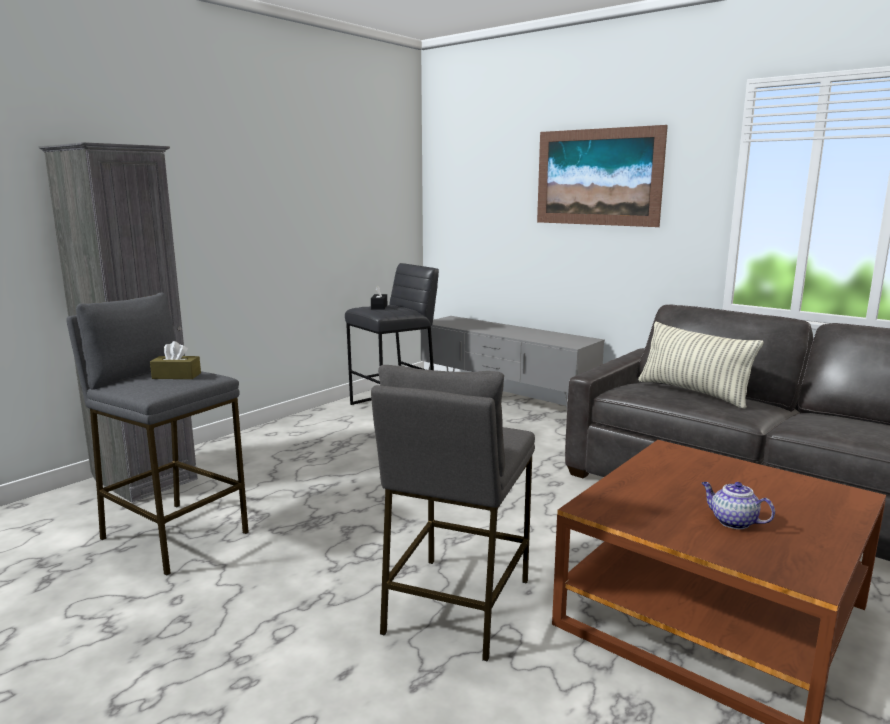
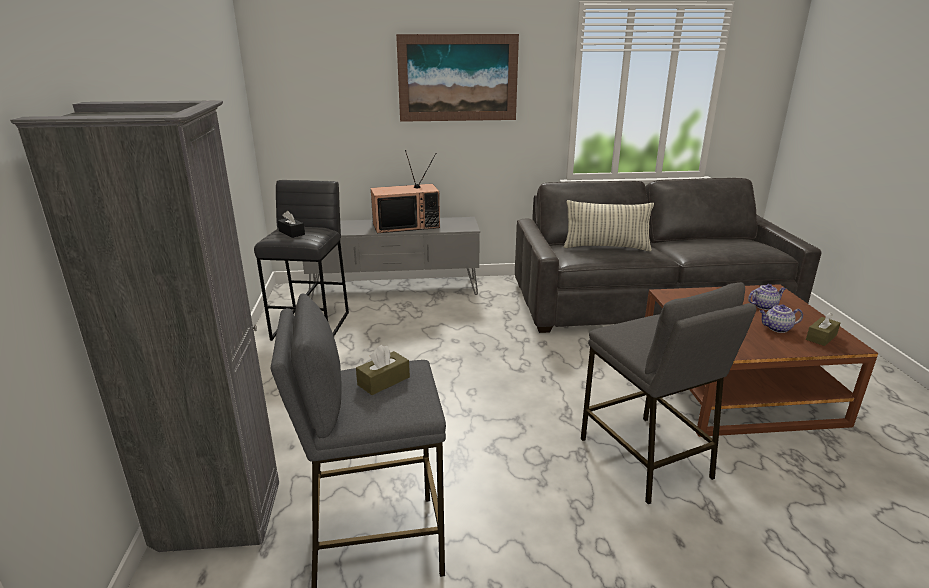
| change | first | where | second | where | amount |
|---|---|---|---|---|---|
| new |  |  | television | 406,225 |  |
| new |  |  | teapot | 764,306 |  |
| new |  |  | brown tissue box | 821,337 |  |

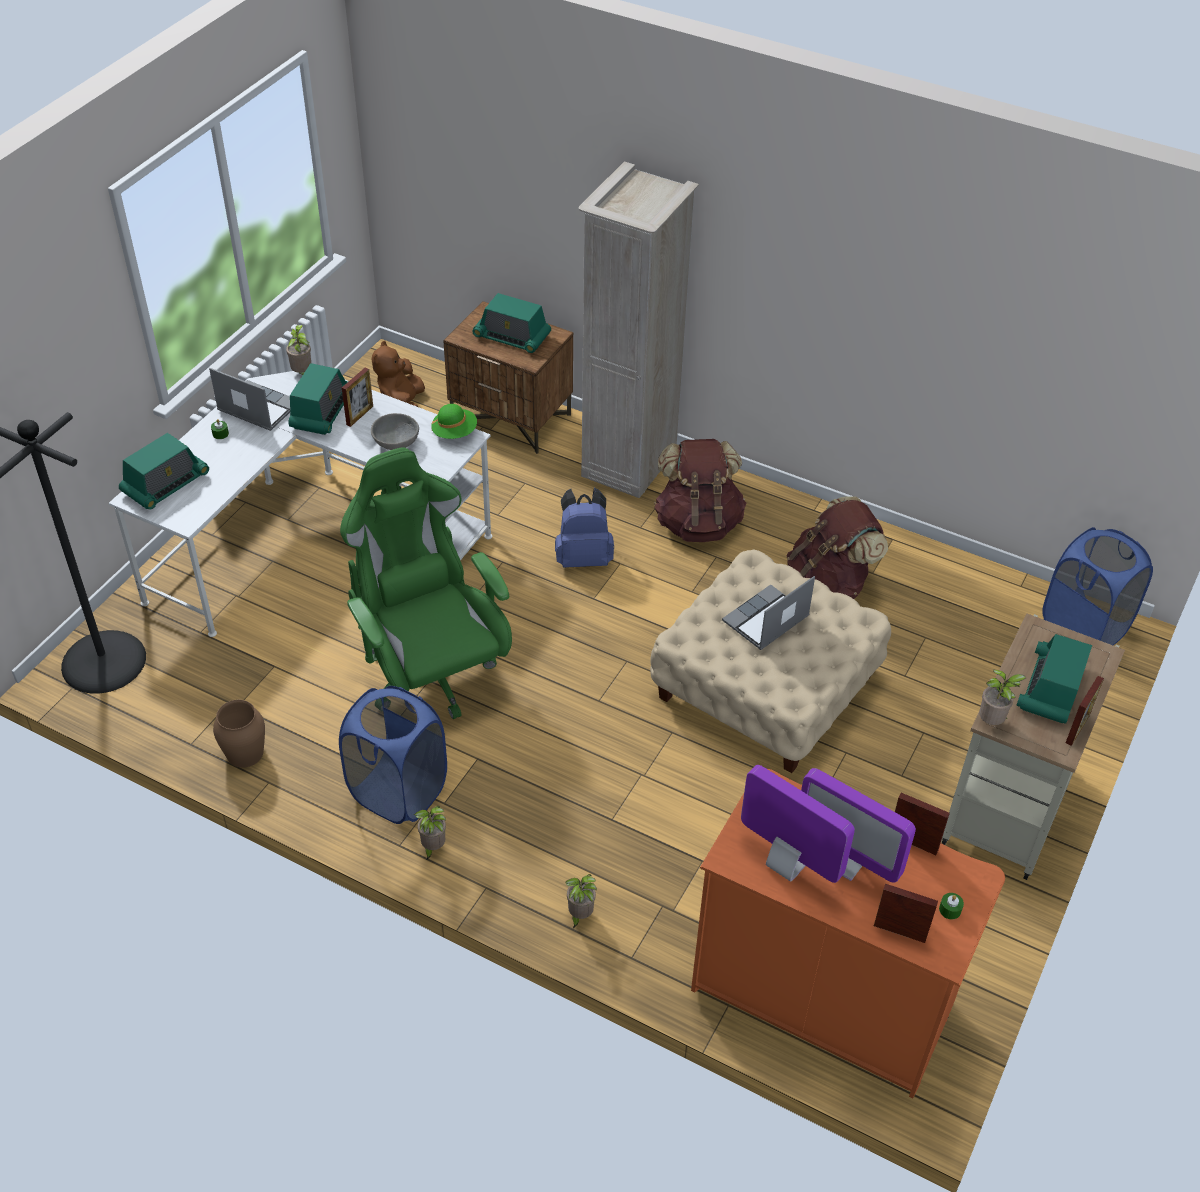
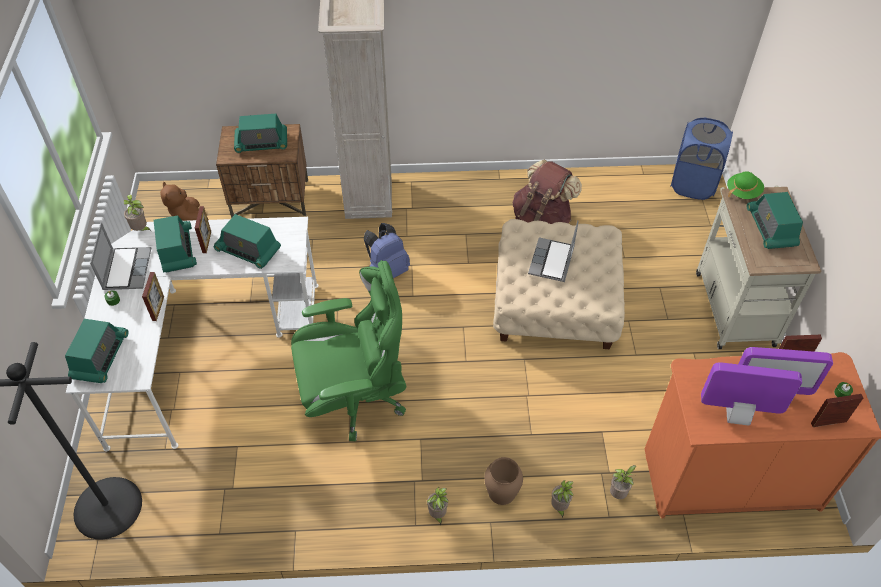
| change | first | where | second | where | amount |
|---|---|---|---|---|---|
| gone | blue laundry basket | 398,791 |  |  |  |
| gone | brown backpack | 698,523 |  |  |  |
| shifted | brown vase | 245,752 |  | 501,491 |  |
| shifted | green hat | 455,432 |  | 743,192 |  |
| shifted | potted plant | 992,722 |  | 618,494 |  |
| shifted | picture frame | 1077,729 |  | 158,308 |  |
| swapped | grey bowl | 396,442 | radio | 248,250 |  |
| rotated | laptop | 257,408 |  | 126,269 | 90 degrees clockwise |
| rotated | green office chair | 433,679 |  | 352,400 | 135 degrees clockwise |

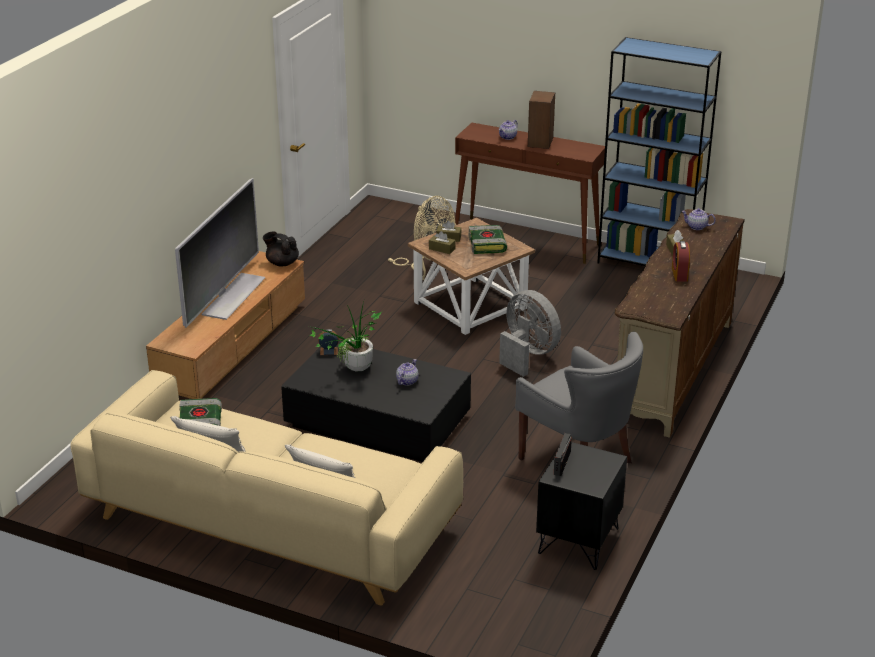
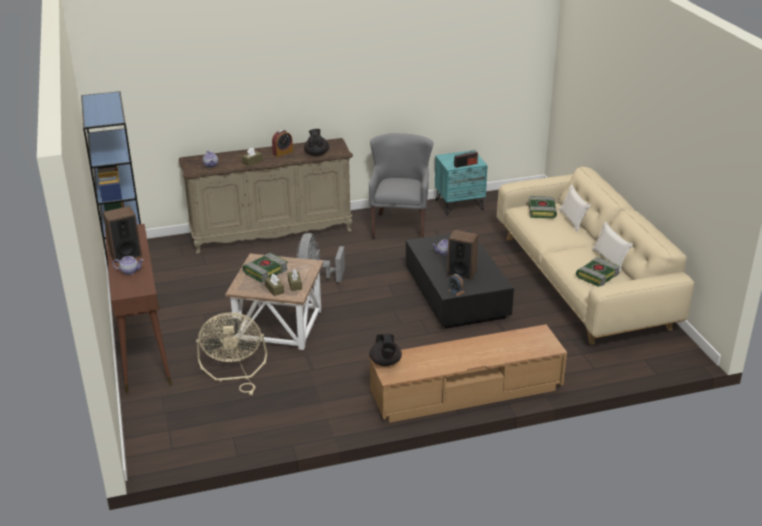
| change | first | where | second | where | amount |
|---|---|---|---|---|---|
| gone | television | 232,296 |  |  |  |
| new |  |  | black teapot | 316,154 |  |
| new |  |  | book | 542,211 |  |
| swapped | potted plant | 353,370 | speaker | 461,273 |  |
| repainted | black nightstand | 579,541 | turquoise nightstand | 459,205 |  |

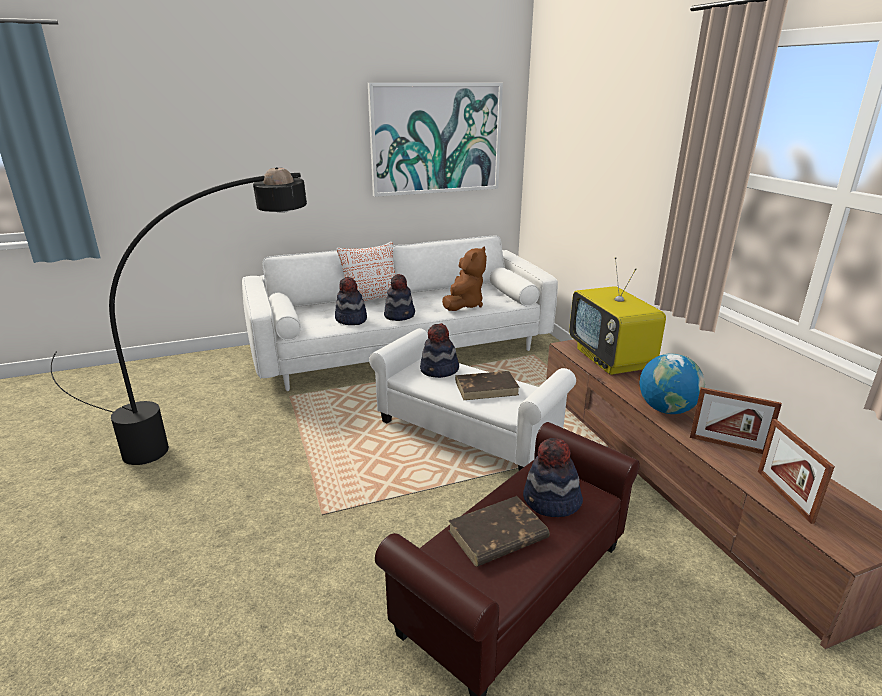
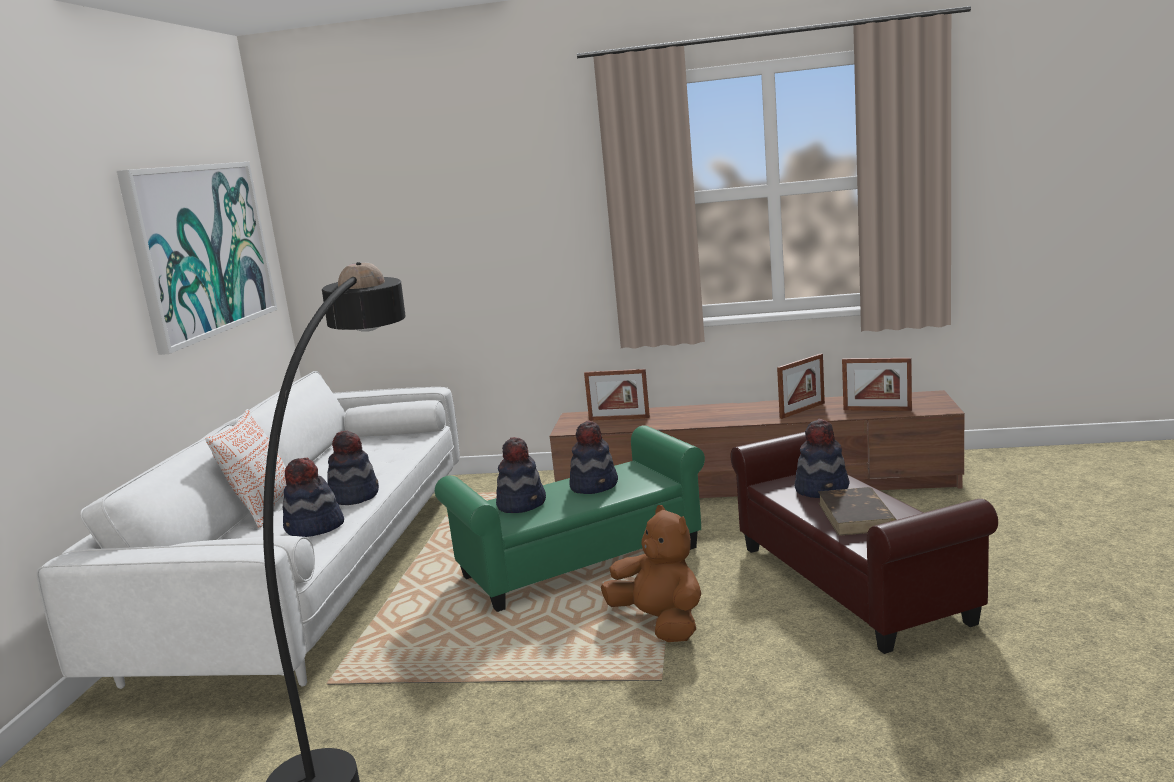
| change | first | where | second | where | amount |
|---|---|---|---|---|---|
| gone | globe | 666,409 |  |  |  |
| shifted | brown plush toy | 464,305 |  | 660,623 |  |
| swapped | brown book | 487,388 | hat | 594,485 |  |
| swapped | television | 611,359 | picture frame | 619,419 |  |
| repainted | white ottoman | 467,432 | green ottoman | 581,562 |  |

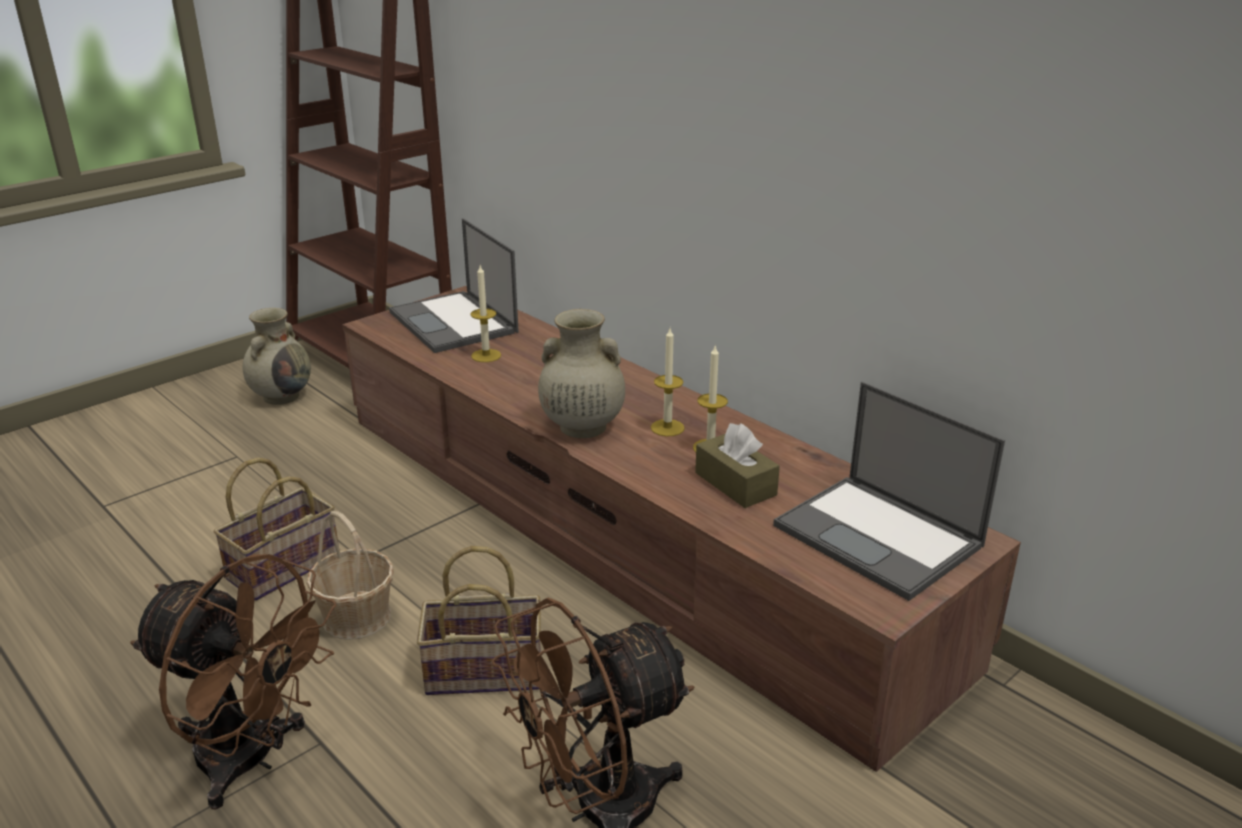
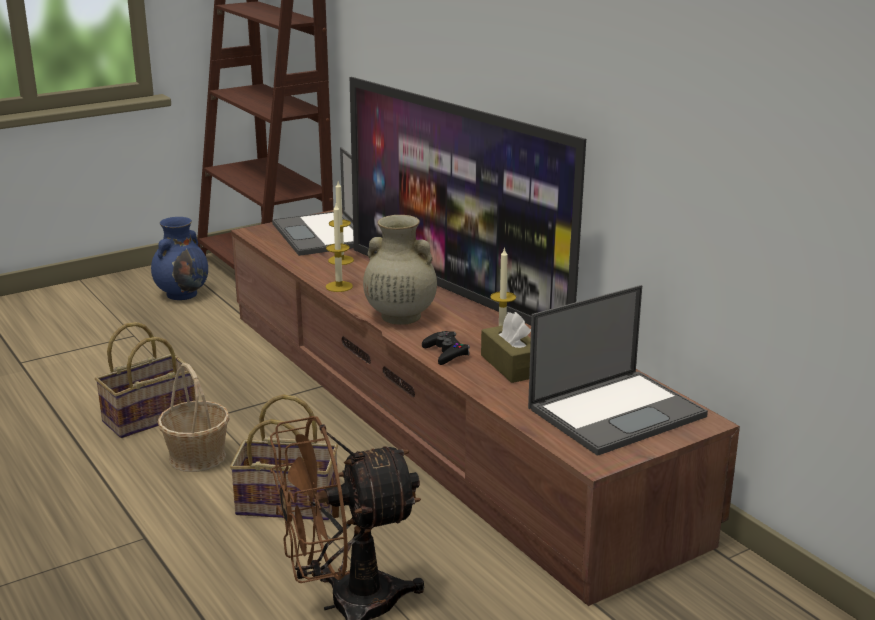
| change | first | where | second | where | amount |
|---|---|---|---|---|---|
| gone | brown fan | 252,760 |  |  |  |
| new |  |  | television | 458,292 |  |
| new |  |  | black game controller | 446,353 |  |
| shifted | candle | 667,428 |  | 339,286 |  |
| repainted | beige vase | 282,396 | blue vase | 182,294 |  |
| rotated | laptop | 880,536 |  | 617,411 | 90 degrees counterclockwise |

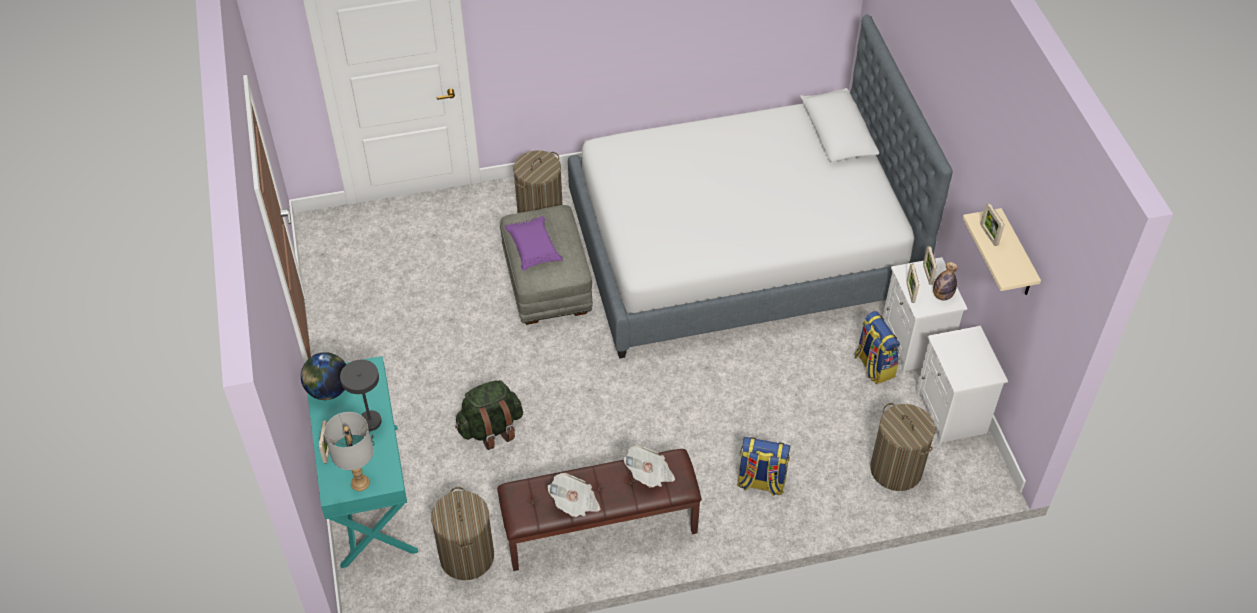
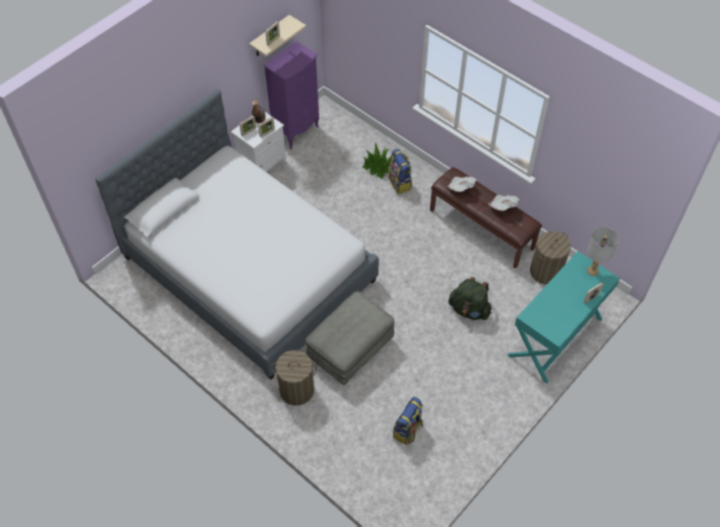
| change | first | where | second | where | amount |
|---|---|---|---|---|---|
| gone | globe | 328,390 |  |  |  |
| gone | grey table lamp | 370,425 |  |  |  |
| gone | purple pillow | 533,246 |  |  |  |
| gone | laundry basket | 896,469 |  |  |  |
| new |  |  | potted plant | 378,166 |  |
| shifted | backpack | 873,366 |  | 408,430 |  |
| swapped | white nightstand | 952,414 | purple dresser | 297,132 |  |

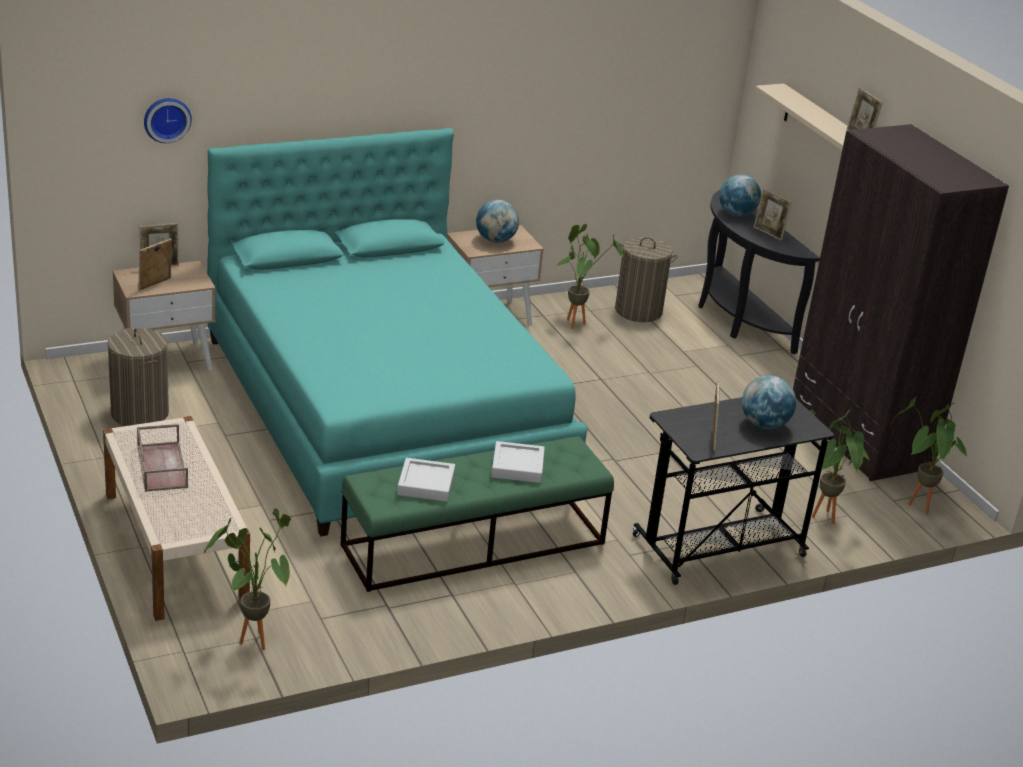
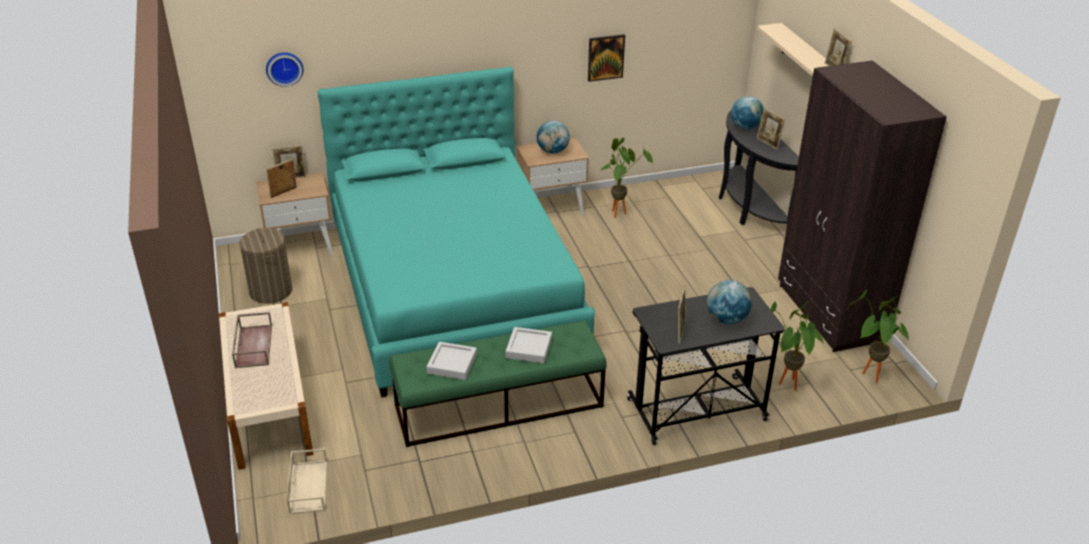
| change | first | where | second | where | amount |
|---|---|---|---|---|---|
| gone | laundry basket | 638,311 |  |  |  |
| new |  |  | picture | 605,57 |  |
| swapped | potted plant | 251,638 | beige tray | 307,486 |  |

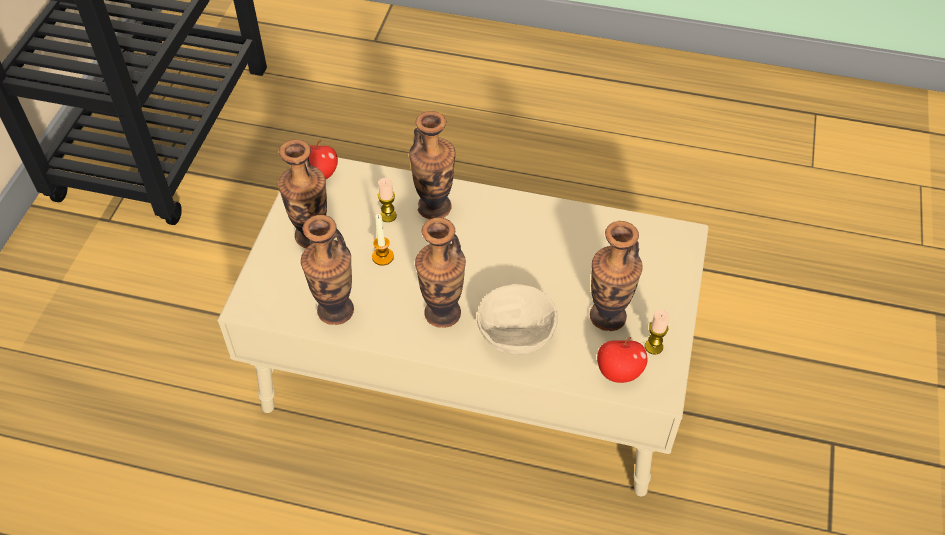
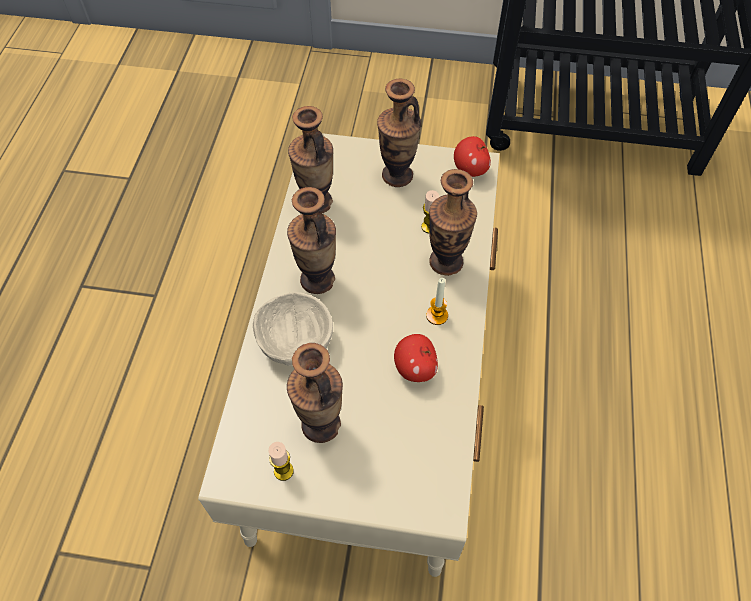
| change | first | where | second | where | amount |
|---|---|---|---|---|---|
| shifted | candle | 383,257 |  | 437,315 |  |
| shifted | apple | 619,372 |  | 415,368 |  |

